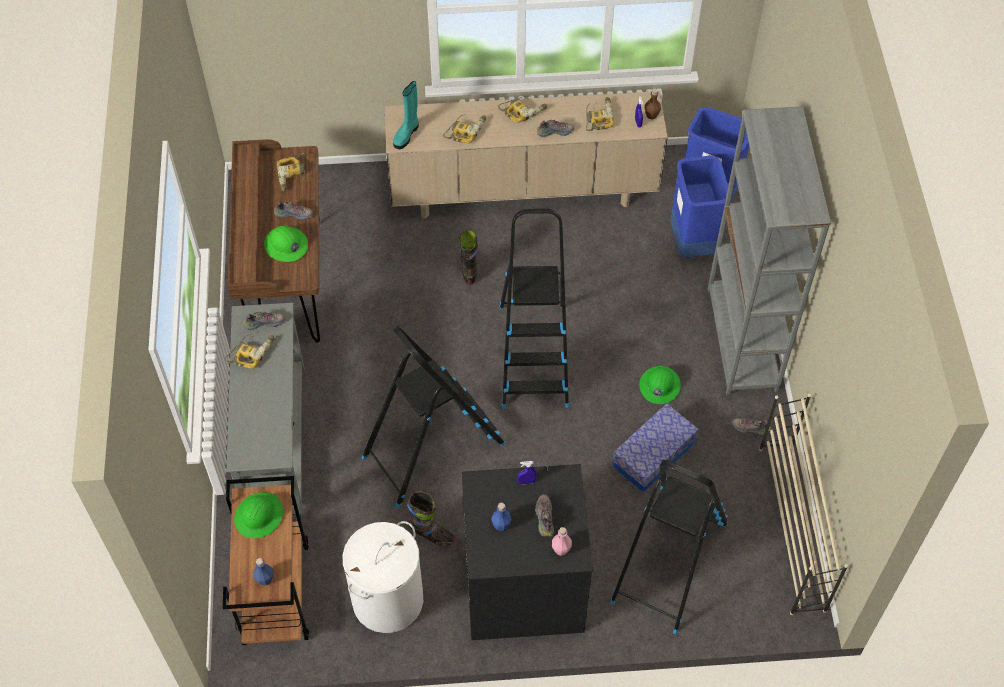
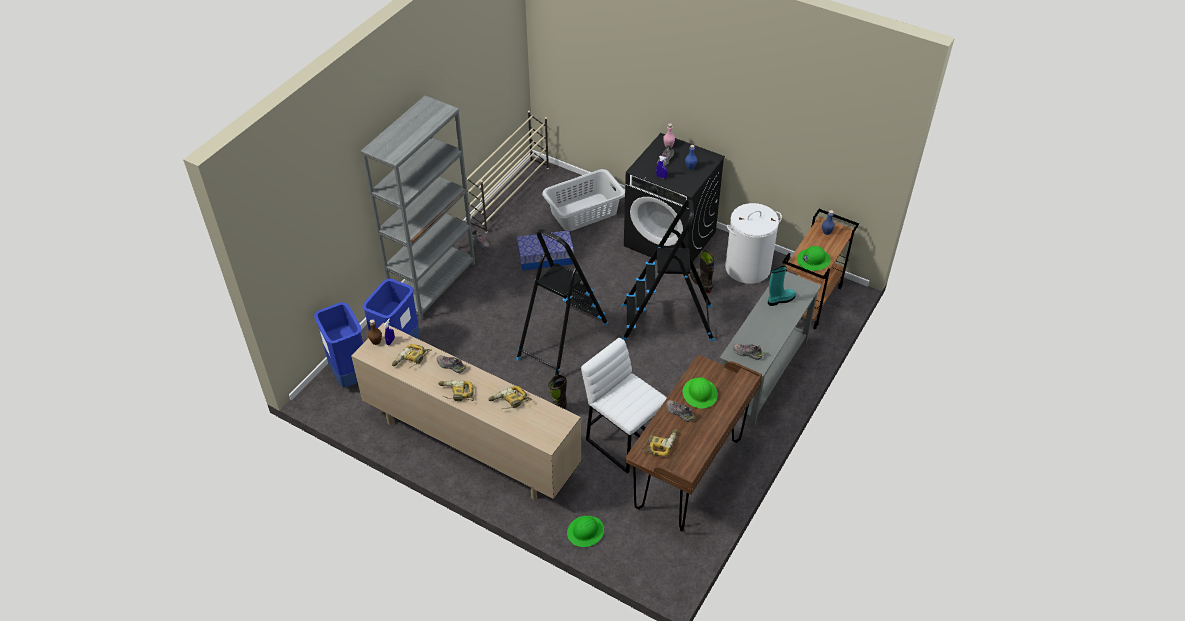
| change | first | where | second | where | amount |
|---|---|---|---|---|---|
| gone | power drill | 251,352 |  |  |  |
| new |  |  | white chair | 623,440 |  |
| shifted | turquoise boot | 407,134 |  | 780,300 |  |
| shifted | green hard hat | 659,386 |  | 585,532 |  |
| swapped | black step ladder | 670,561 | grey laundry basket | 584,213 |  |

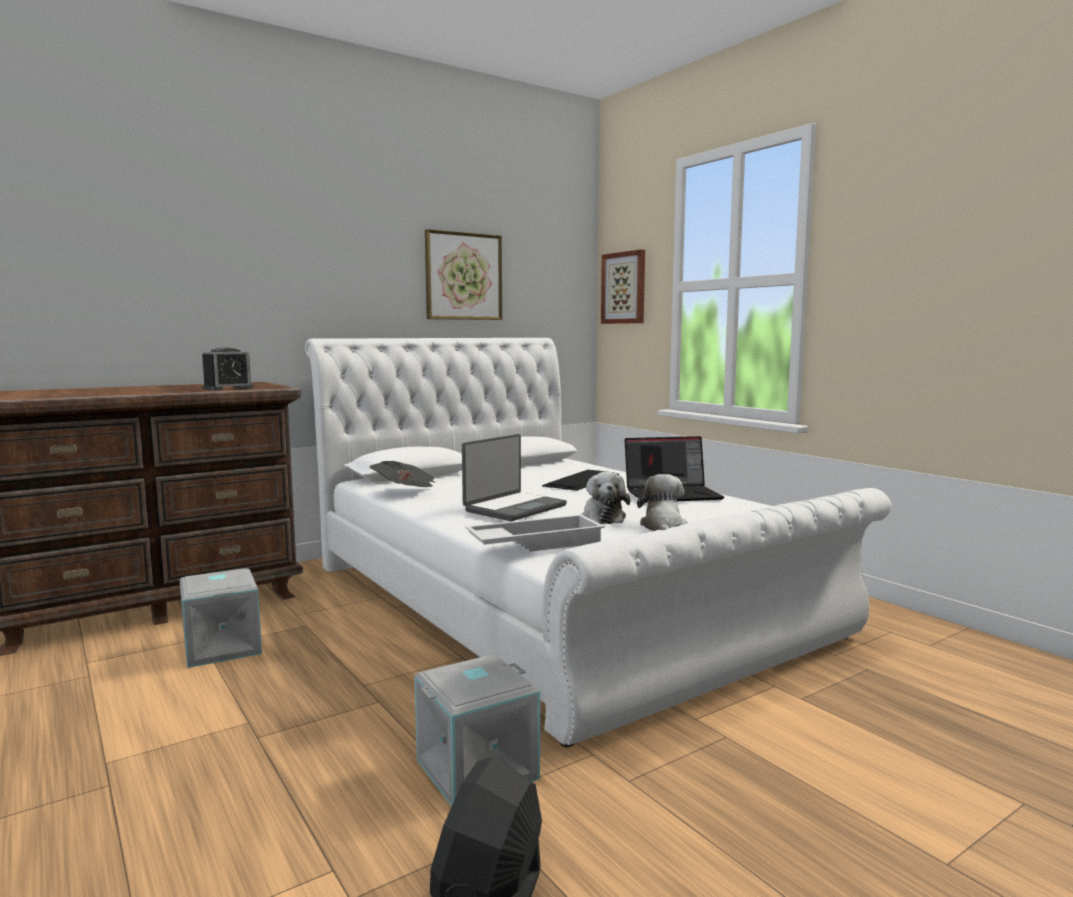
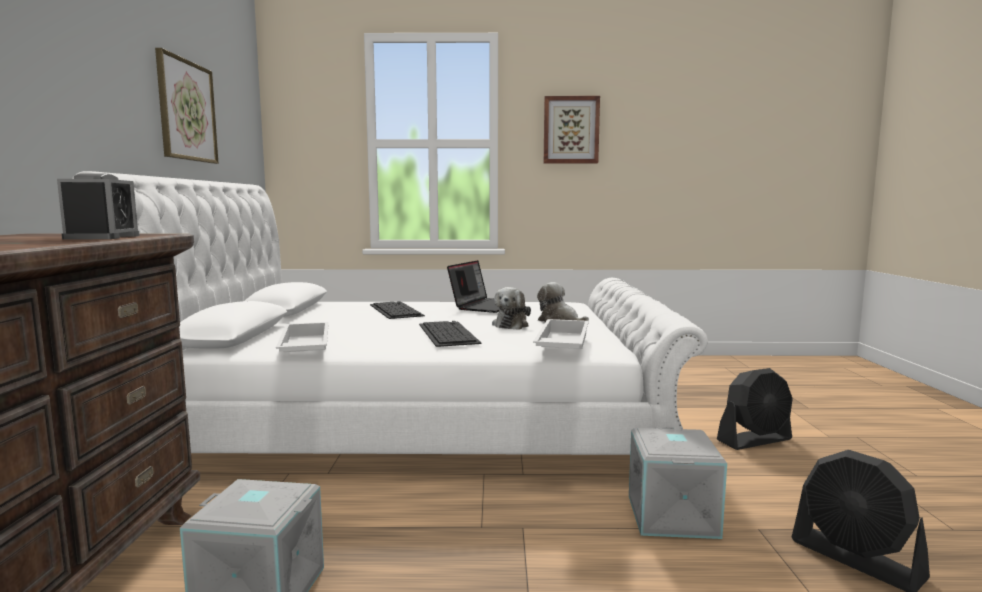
| change | first | where | second | where | amount |
|---|---|---|---|---|---|
| new |  |  | black fan | 754,440 |  |
| shifted | picture | 624,288 |  | 571,130 |  |
| swapped | newspaper | 406,493 | white tray | 303,347 |  |
| swapped | laptop | 514,508 | keyboard | 447,333 |  |
| rotated | plush toy | 602,517 |  | 511,325 | 75 degrees clockwise |

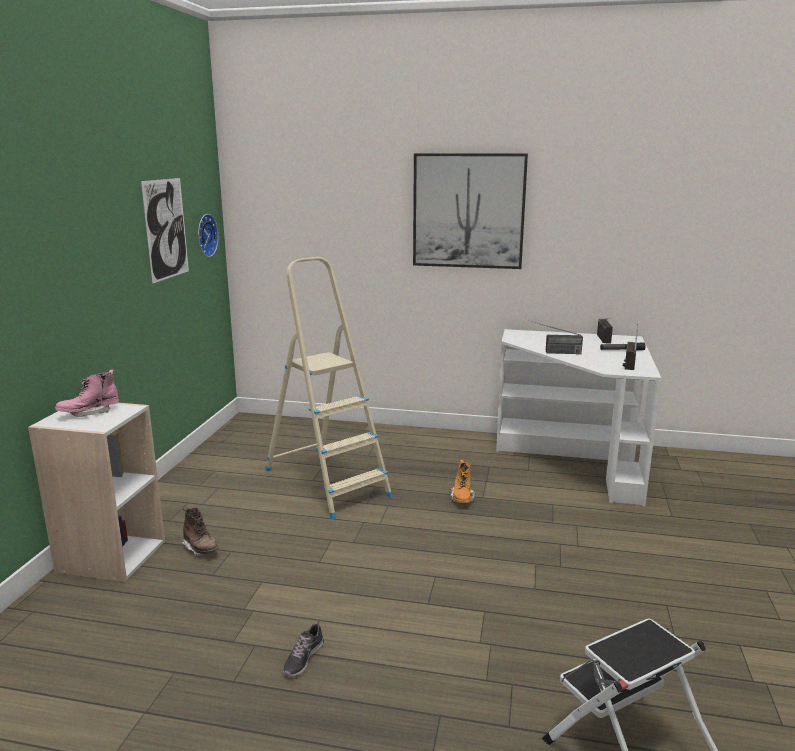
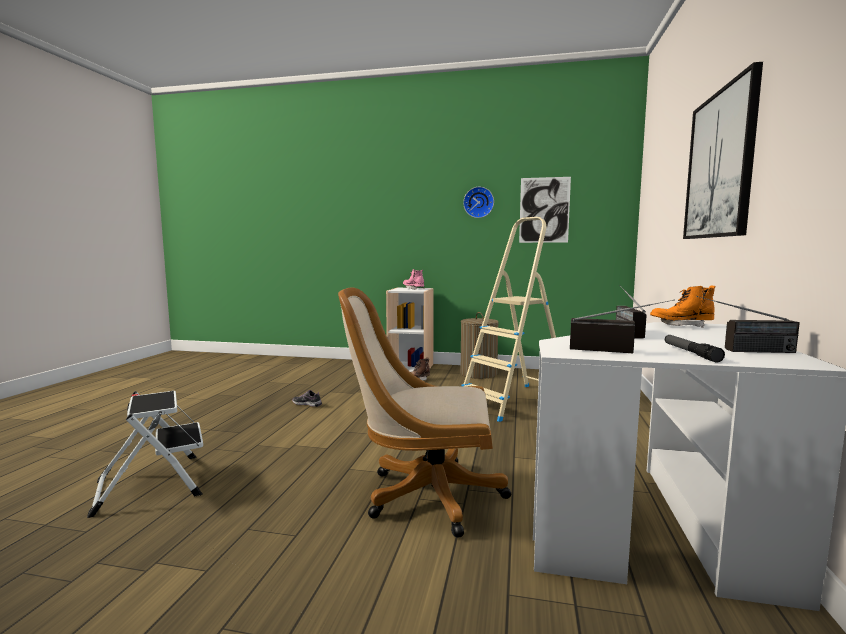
| change | first | where | second | where | amount |
|---|---|---|---|---|---|
| new |  |  | office chair | 424,494 |  |
| new |  |  | laundry basket | 478,373 |  |
| shifted | wall clock | 205,235 |  | 478,202 |  |
| shifted | orange boot | 462,498 |  | 681,326 |  |

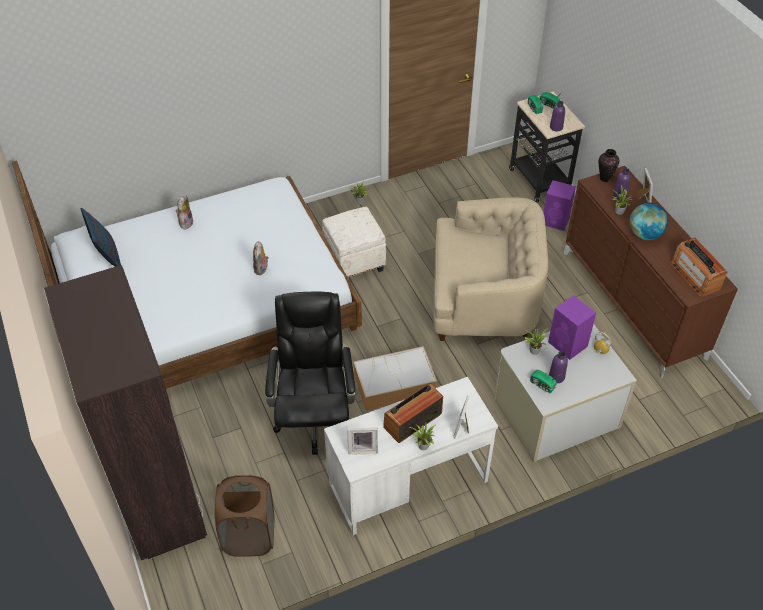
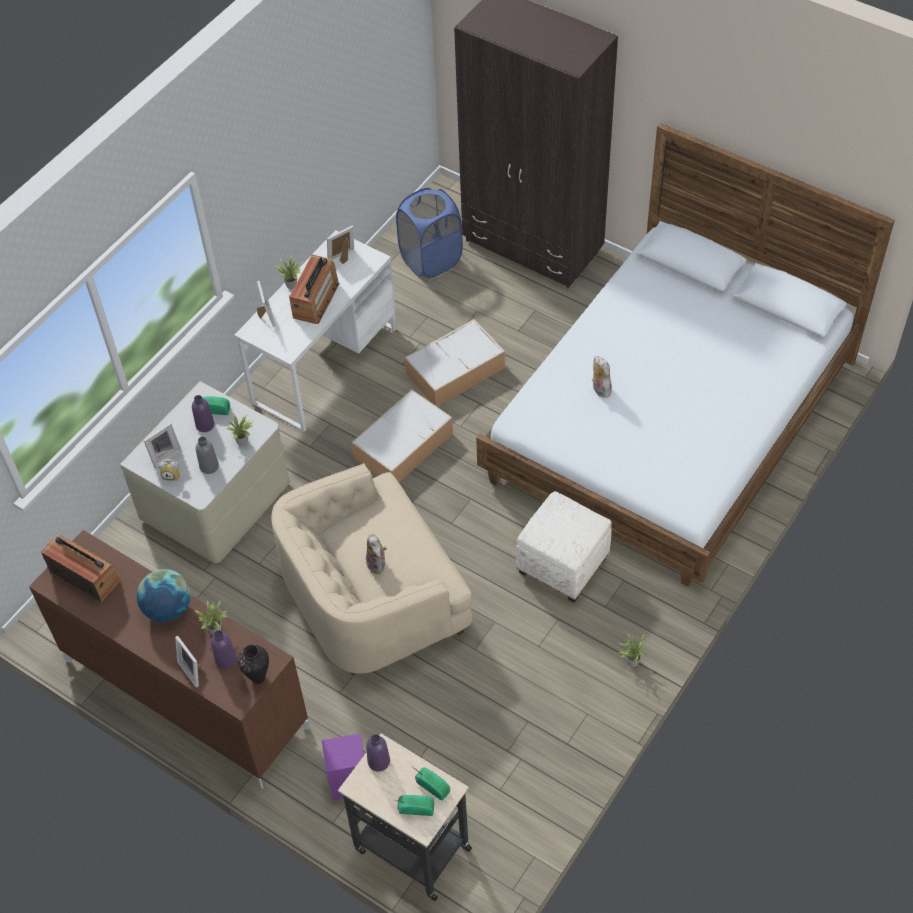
| change | first | where | second | where | amount |
|---|---|---|---|---|---|
| gone | blue pillow | 107,255 |  |  |  |
| new |  |  | picture frame | 164,455 |  |
| shifted | plush toy | 185,222 |  | 378,564 |  |
| swapped | black office chair | 315,420 | storage box | 454,371 |  |
| swapped | purple speaker | 568,345 | grey bottle | 209,466 |  |
| repainted | brown laundry basket | 249,536 | blue laundry basket | 431,259 |  |

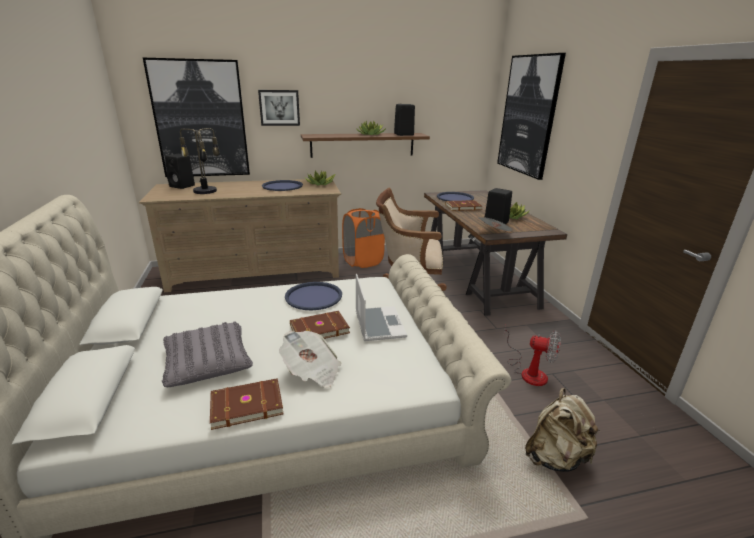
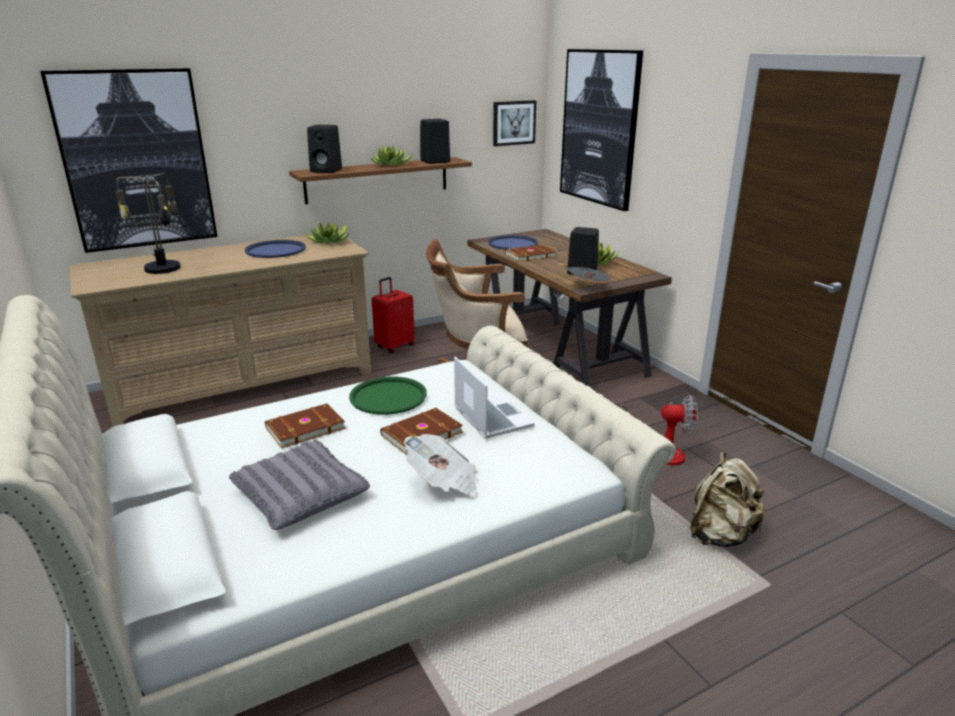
| change | first | where | second | where | amount |
|---|---|---|---|---|---|
| shifted | black speaker | 183,186 |  | 327,170 |  |
| shifted | brown book | 246,404 |  | 304,428 |  |
| shifted | picture | 279,107 |  | 513,123 |  |
| swapped | orange laundry basket | 363,261 | red suitcase | 394,346 |  |
| repainted | blue tray | 314,296 | green tray | 388,396 |  |

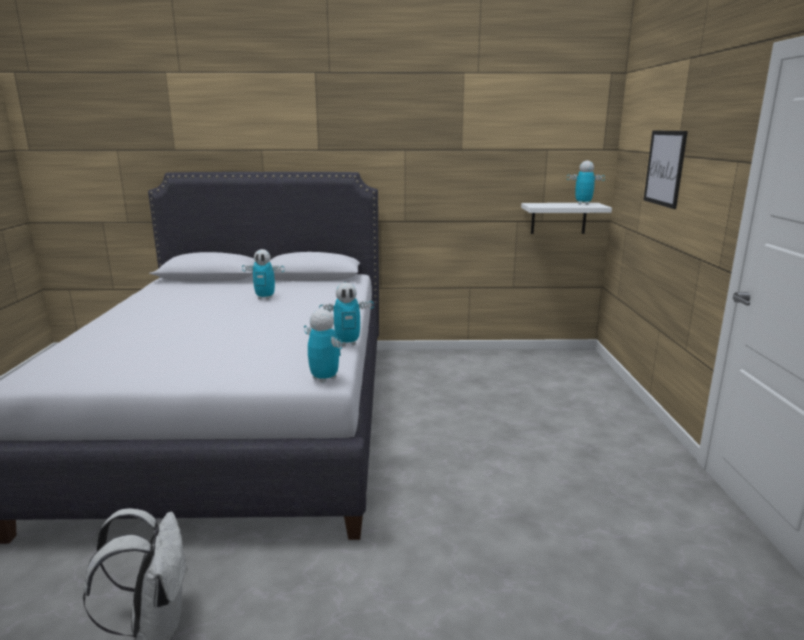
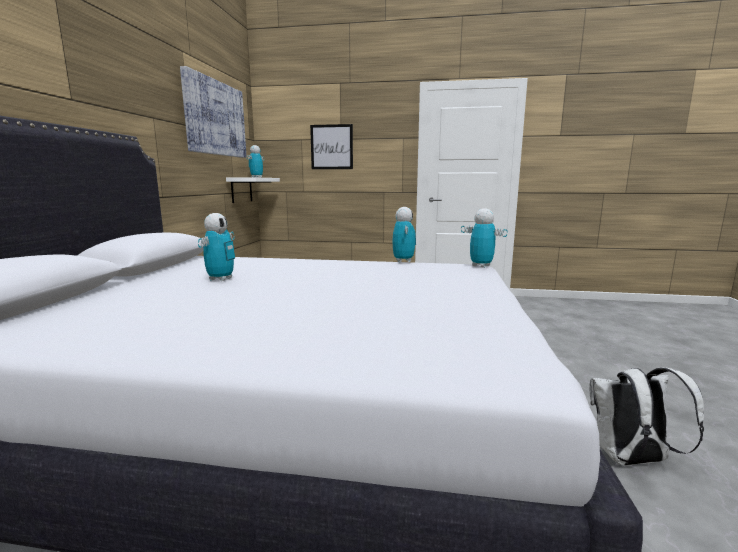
| change | first | where | second | where | amount |
|---|---|---|---|---|---|
| new |  |  | picture | 214,118 |  |
| rotated | toy robot | 324,378 |  | 481,266 | 75 degrees clockwise |

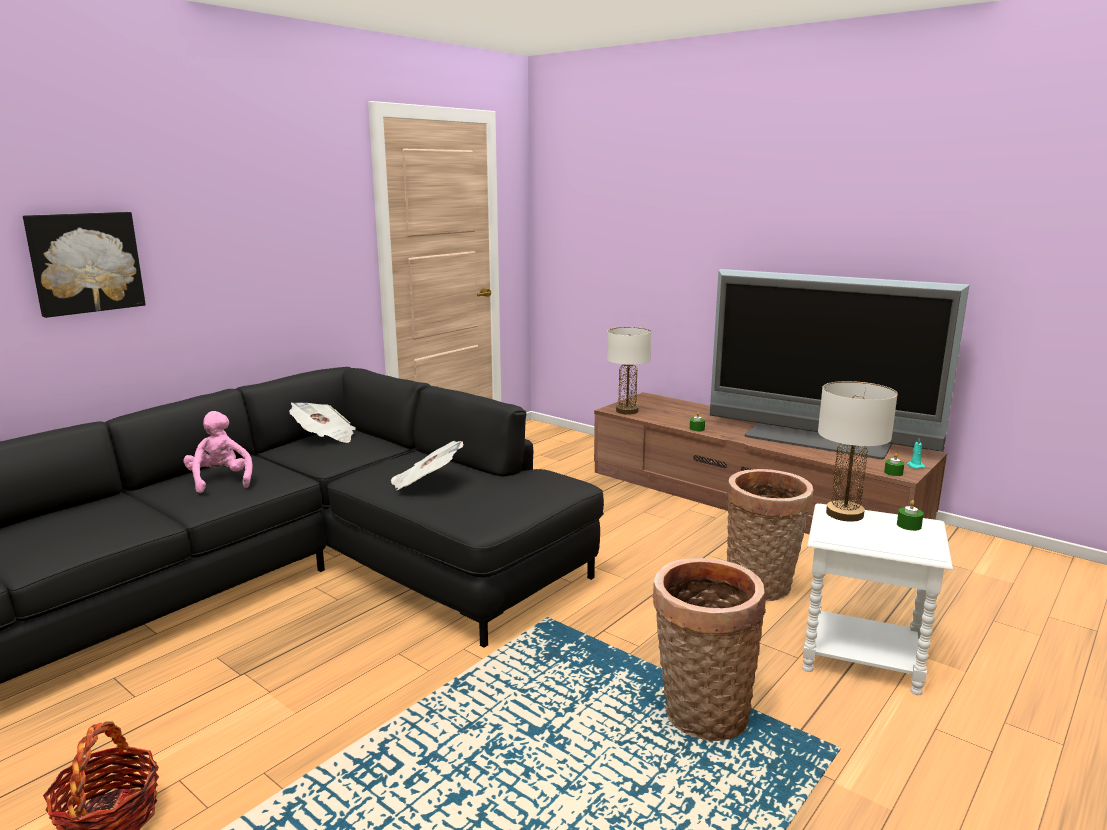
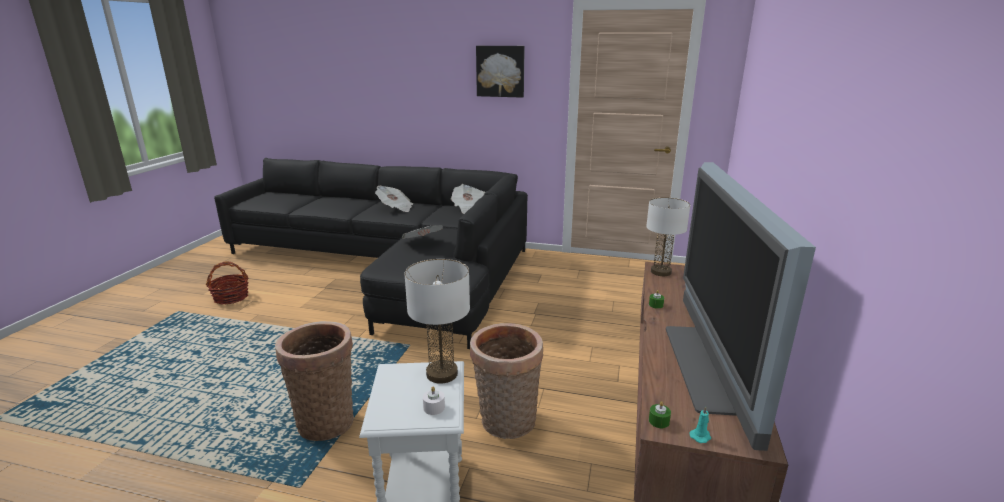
| change | first | where | second | where | amount |
|---|---|---|---|---|---|
| shifted | picture | 85,262 |  | 500,71 |  |
| swapped | pink plush toy | 220,481 | newspaper | 395,208 |  |
| repainted | green candle | 909,525 | white candle | 434,407 |  |

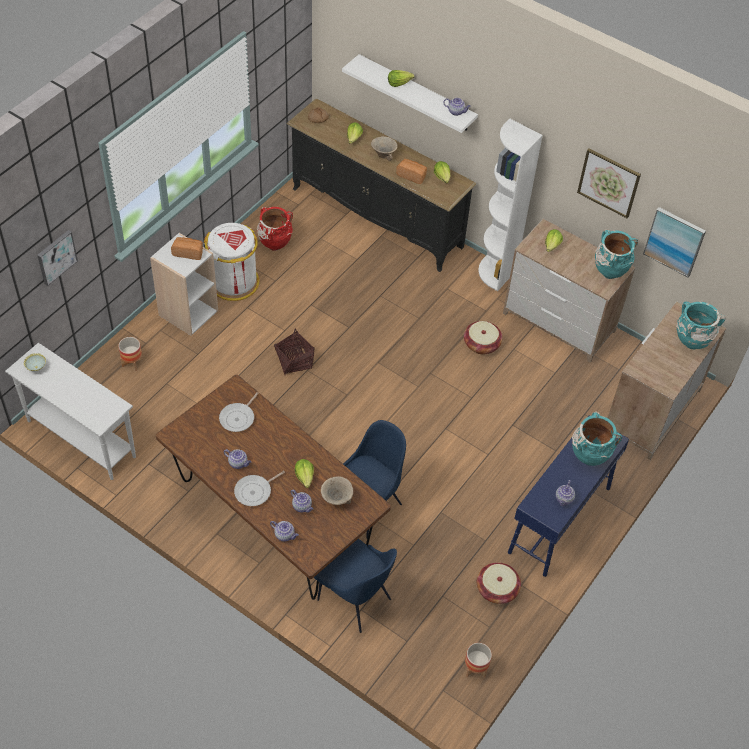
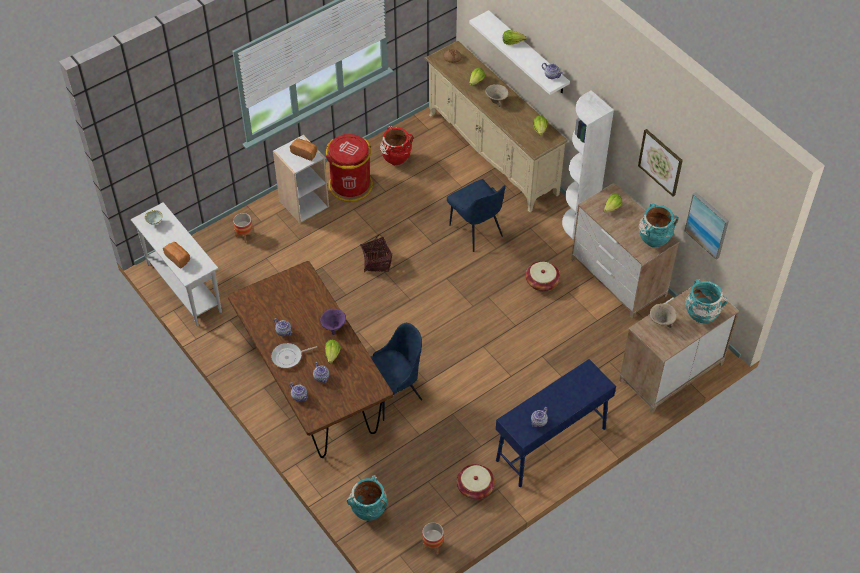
| change | first | where | second | where | amount |
|---|---|---|---|---|---|
| gone | picture | 56,256 |  |  |  |
| gone | frying pan | 238,418 |  |  |  |
| new |  |  | purple bowl | 333,327 |  |
| shifted | blue chair | 355,599 |  | 476,231 |  |
| shifted | beige bowl | 336,499 |  | 661,322 |  |
| shifted | bread | 412,175 |  | 178,258 |  |
| shifted | turquoise vase | 589,457 |  | 369,512 |  |
| repainted | white trash can | 234,282 | red trash can | 350,185 |  |
| repainted | black cabinet | 376,218 | beige cabinet | 491,154 |  |

